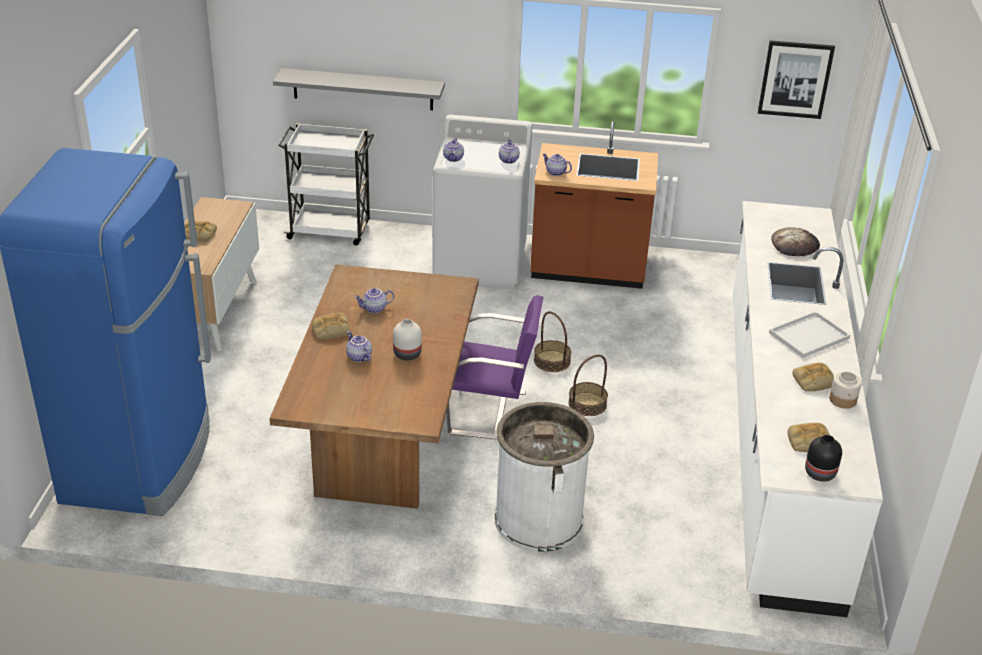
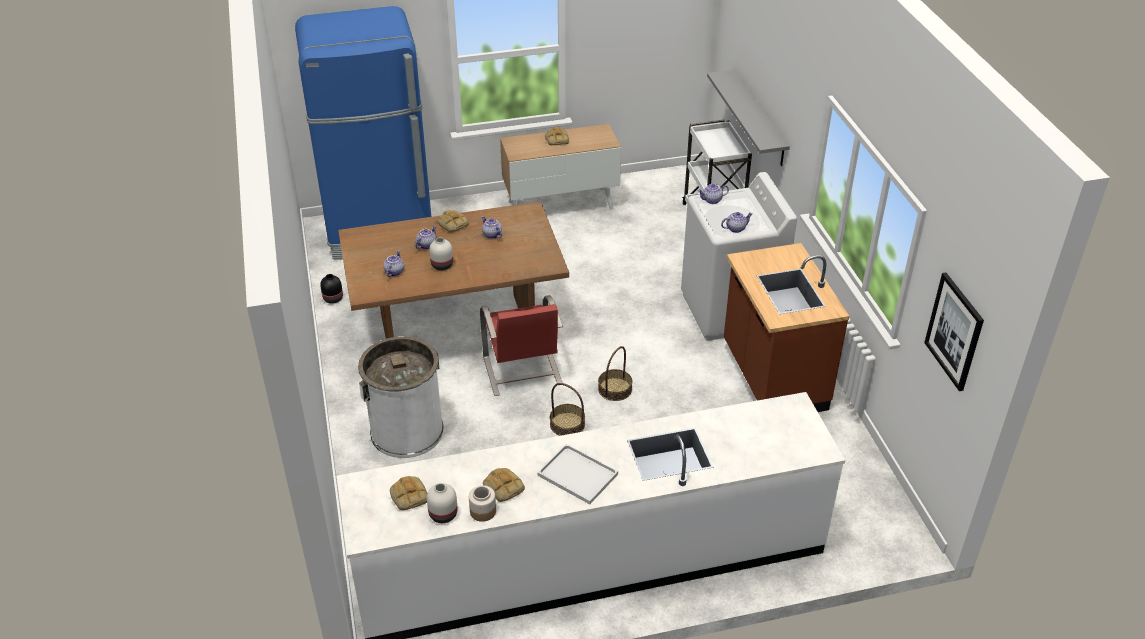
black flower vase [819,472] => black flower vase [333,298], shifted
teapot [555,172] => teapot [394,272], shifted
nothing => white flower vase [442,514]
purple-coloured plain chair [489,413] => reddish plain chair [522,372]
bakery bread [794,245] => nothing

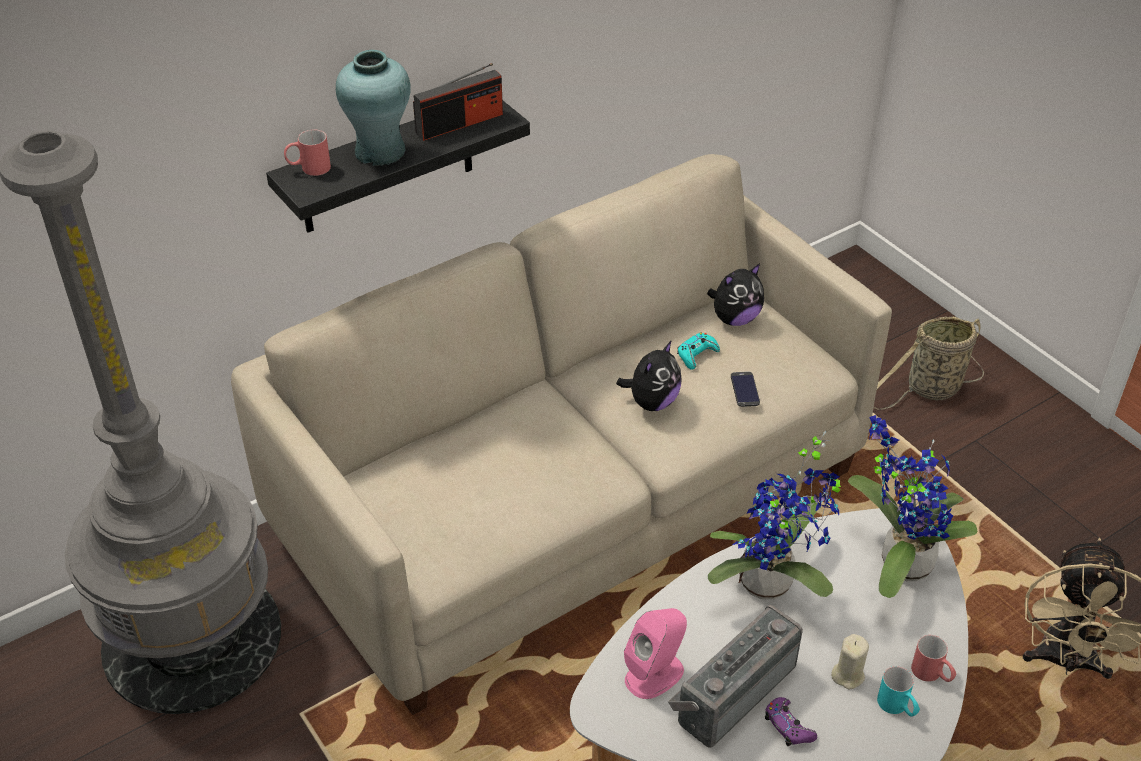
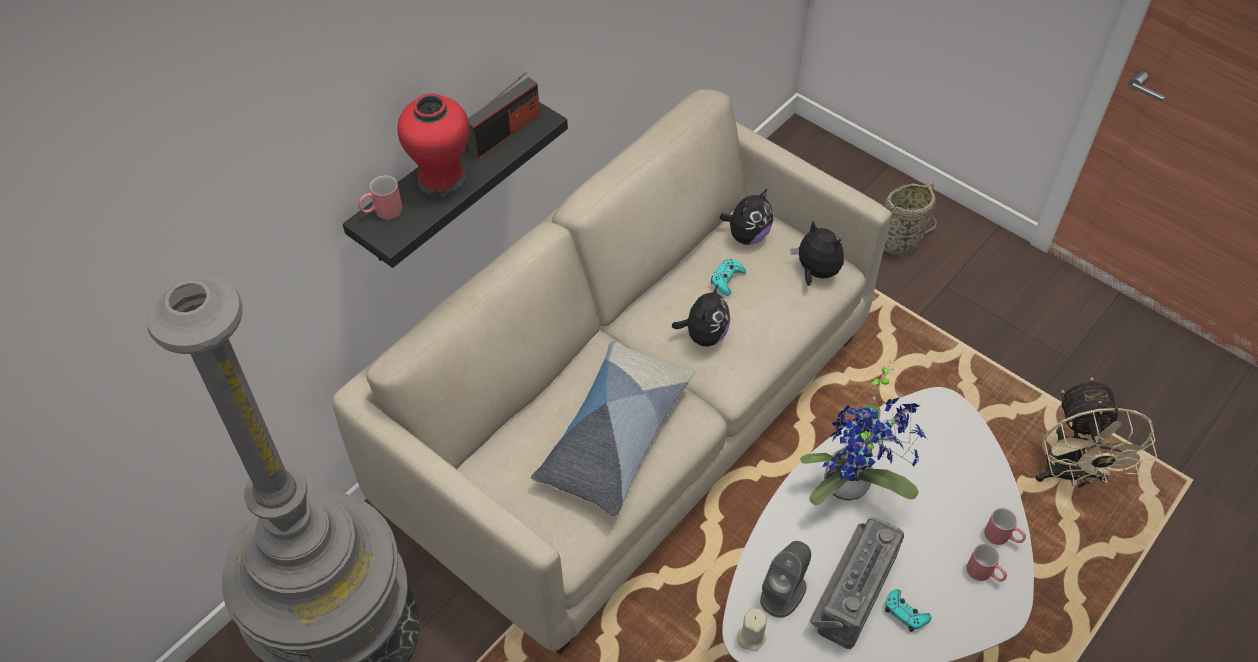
blue-green flower vase [380,152] => reddish flower vase [442,179]
nothing => cushion [614,436]
sand-coloured wax candle [848,675] => sand-coloured wax candle [751,637], shifted
pink audio speaker [655,674] => greyish audio speaker [783,592]
nothing => cuddly toy [815,272]
purple-coloured gamepad [788,726] => blue-green gamepad [905,613]
blue-green coffee mug [897,707] => reddish coffee mug [984,574]
handset [745,389] => nothing
plant in a pot [899,562] => nothing

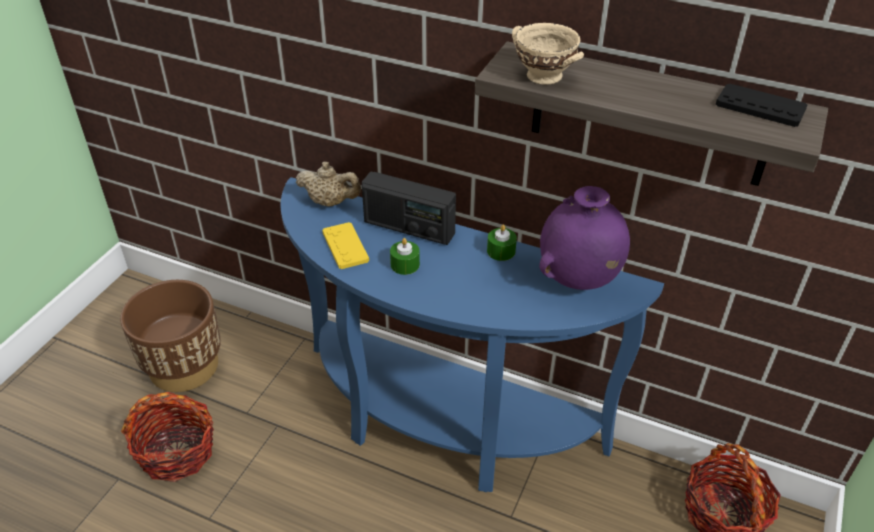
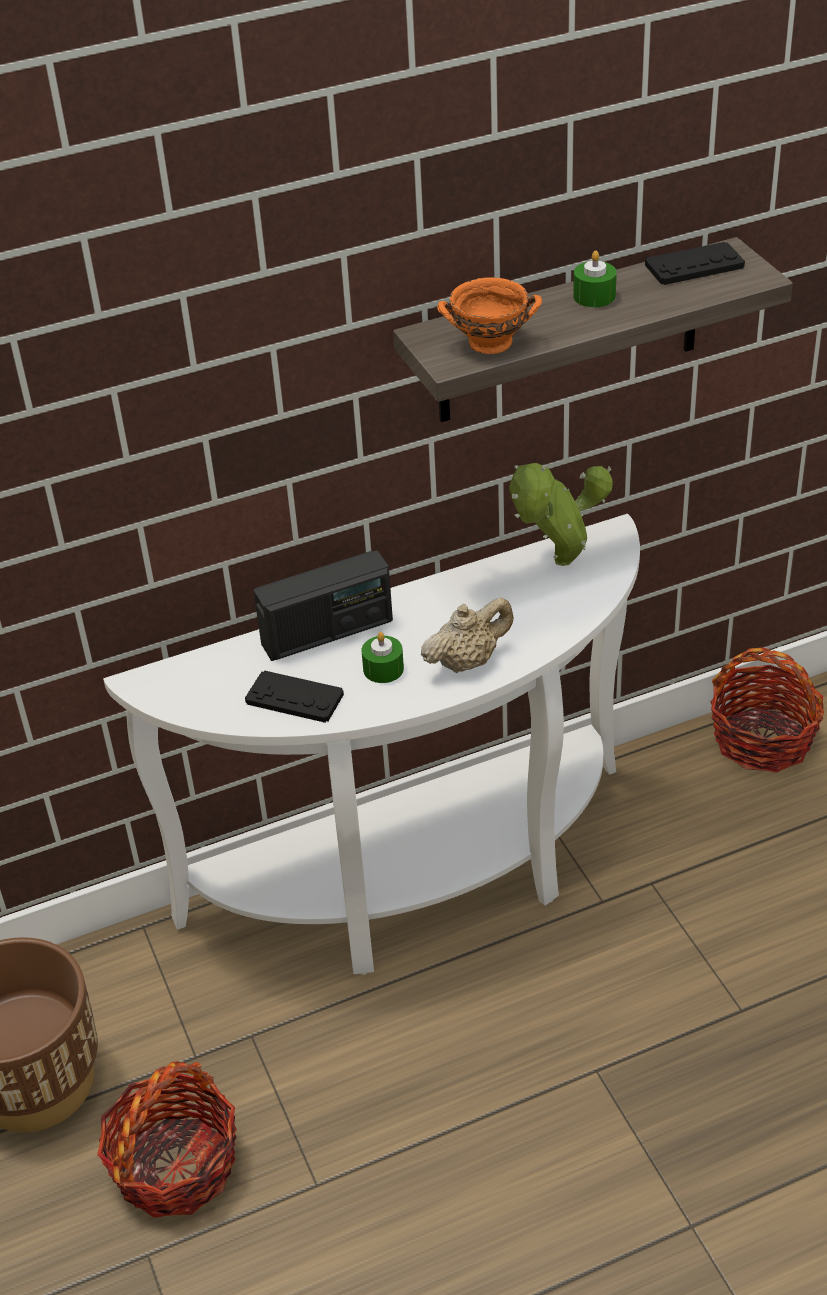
bluish hall table [439,425] => white hall table [424,883]
yellow gamepad [345,246] => black gamepad [294,698]
sand-coloured teapot [330,202] => sand-coloured teapot [467,661], shifted
sand-coloured serving bowl [544,76] => orangey serving bowl [492,343]
purple-coloured flower vase [578,280] => plant in a pot [558,564]
greenish wax candle [501,251] => greenish wax candle [594,296], shifted

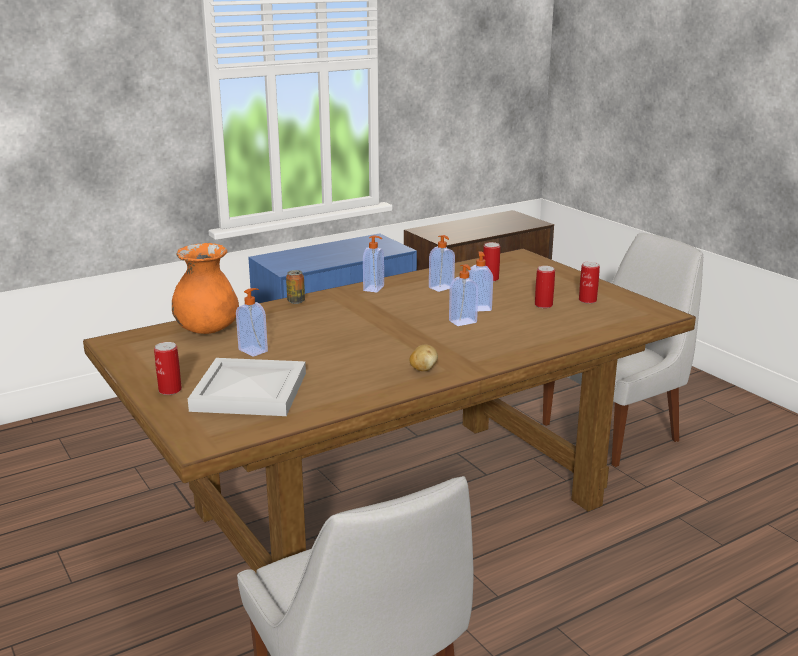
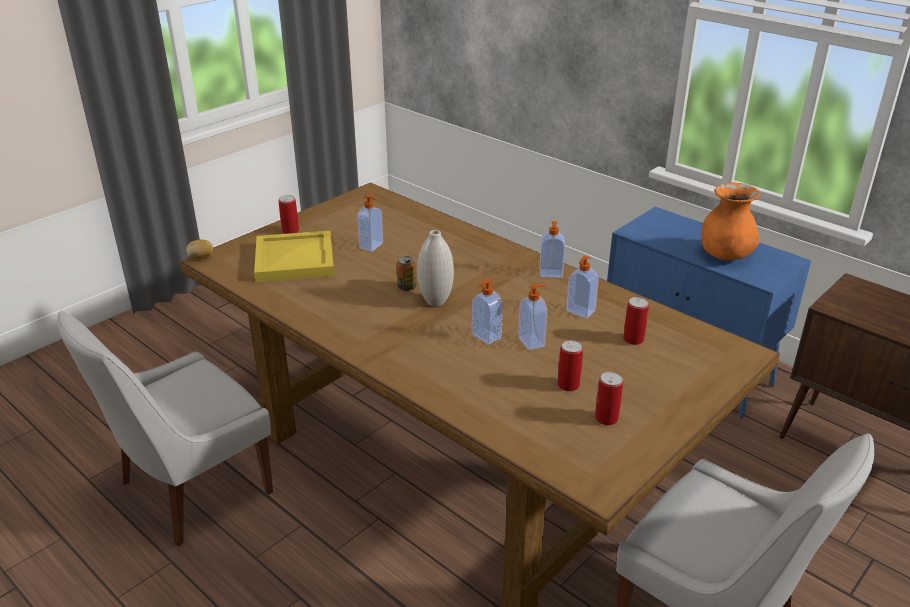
spud [423,369] => spud [201,258], shifted
white tray [251,391] => yellow tray [296,260]
sealed can [296,301] => sealed can [406,287], shifted
nothing => white flower vase [435,302]
orangey flower vase [207,330] => orangey flower vase [725,255], shifted

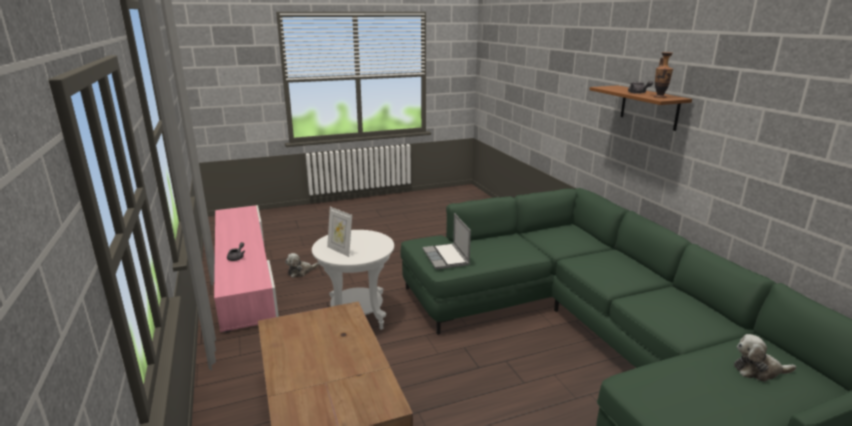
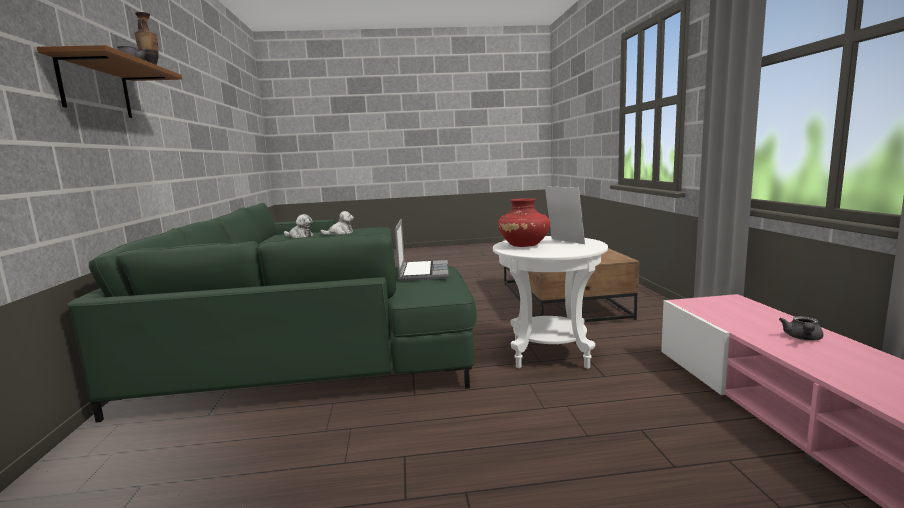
cuddly toy [301,272] => cuddly toy [340,233], shifted
nothing => reddish flower vase [524,246]

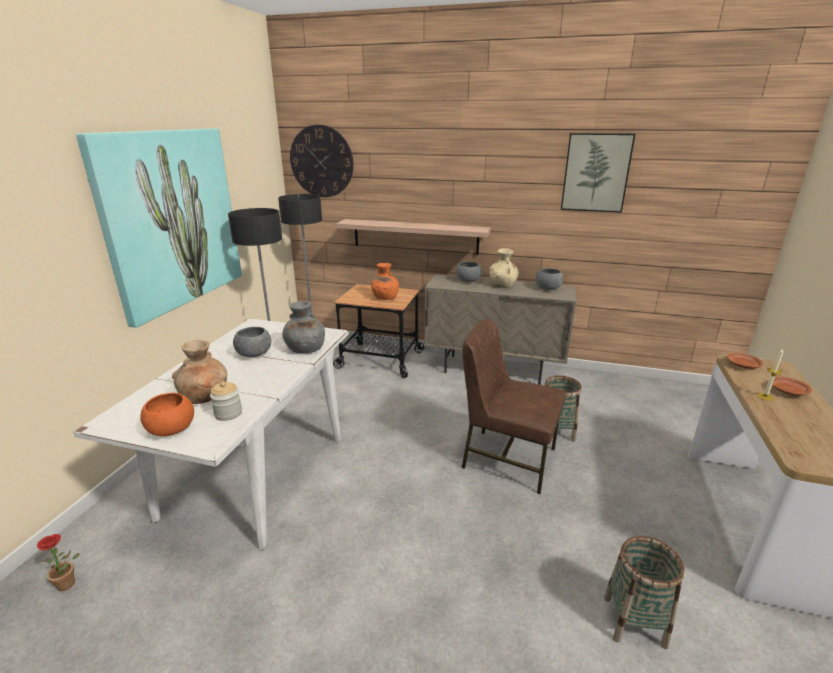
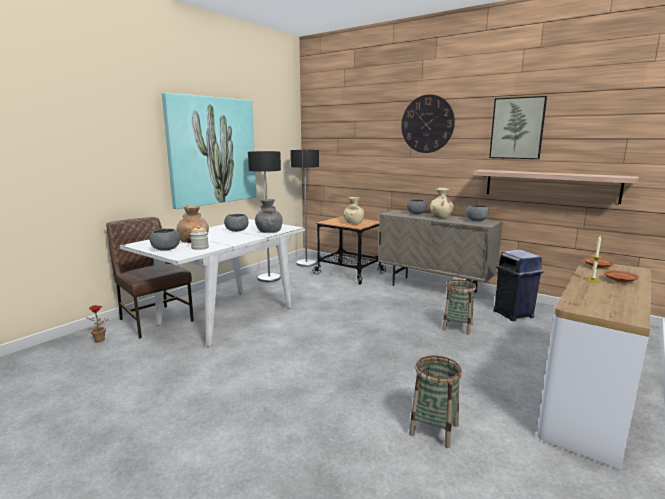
brownish plain chair [507,458] => brownish plain chair [155,320], shifted
orangey serving bowl [171,429] => greyish serving bowl [165,249]
orangey flower vase [385,297] => sand-coloured flower vase [353,223]
hanging clock [321,161] => hanging clock [427,124], shifted
bracket shelf [415,236] => bracket shelf [550,185], shifted
nothing => bluish rubbish bin [513,314]

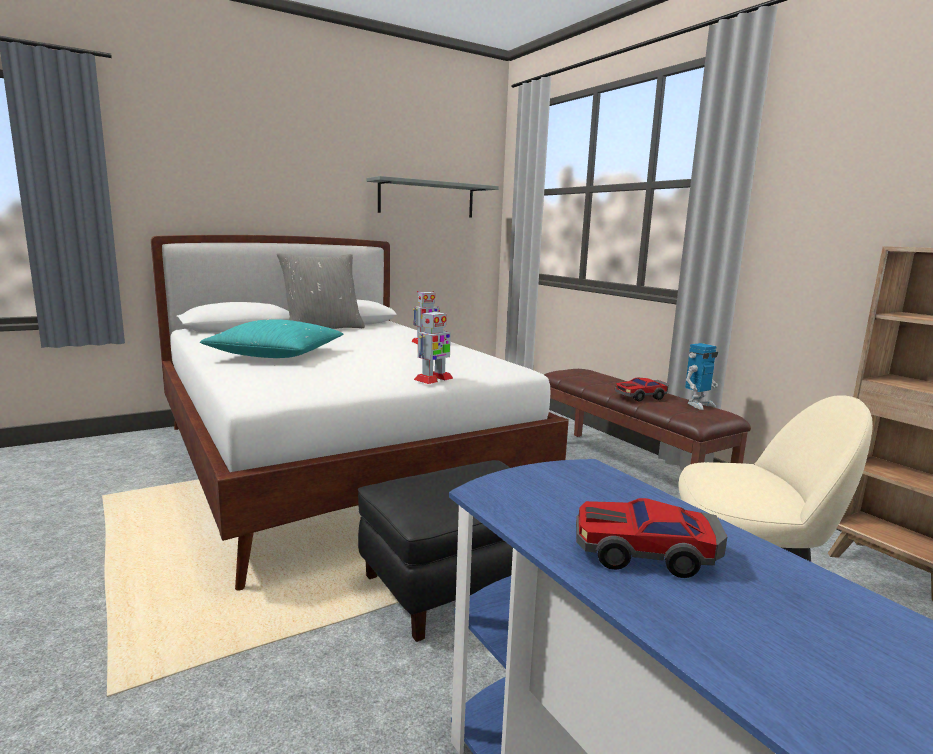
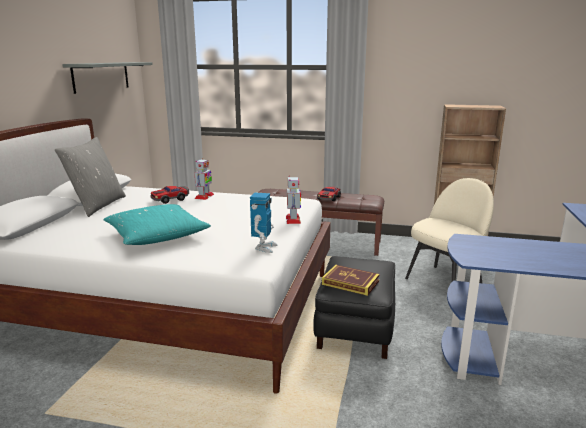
toy car [644,552] => toy car [170,199], shifted
toy robot [698,405] => toy robot [264,248], shifted
nothing => volume [350,283]

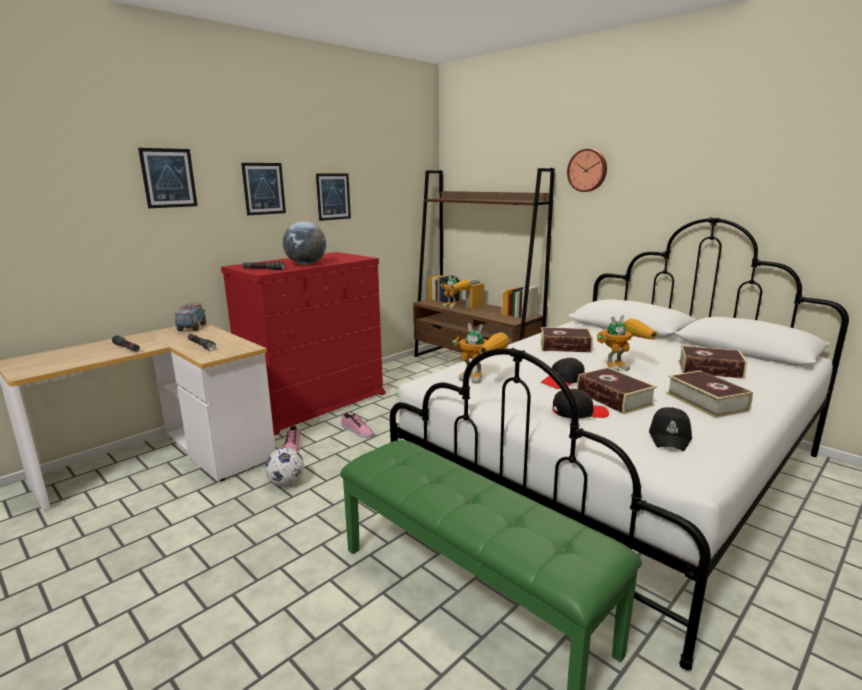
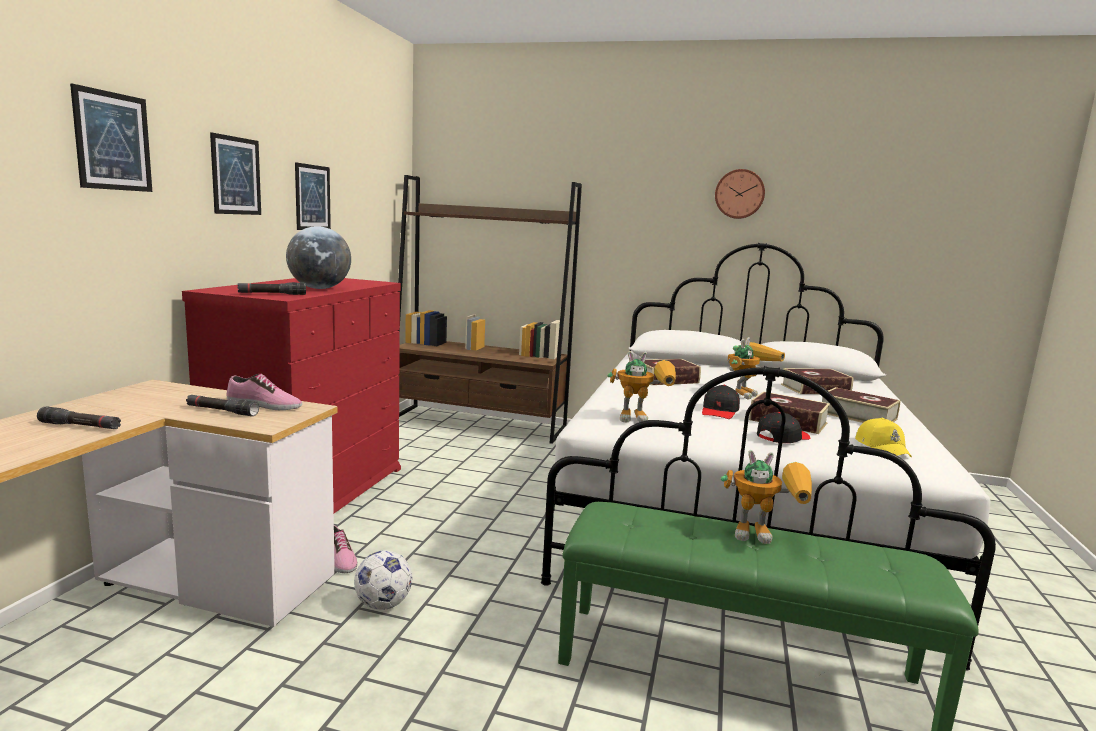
shoe [357,431] => shoe [264,405], shifted
hanging clock [587,170] => hanging clock [739,194], shifted
toy robot [455,307] => toy robot [766,535], shifted
black peaked cap [670,437] => yellow peaked cap [882,448]
toy lorry [192,328] => nothing

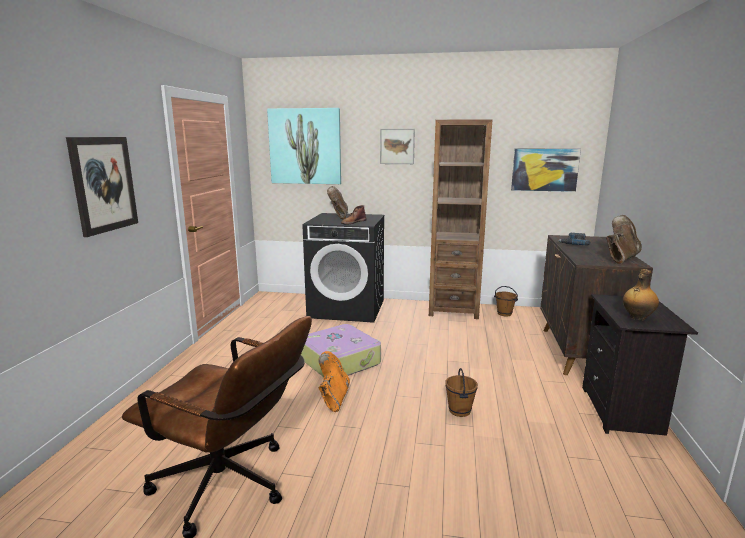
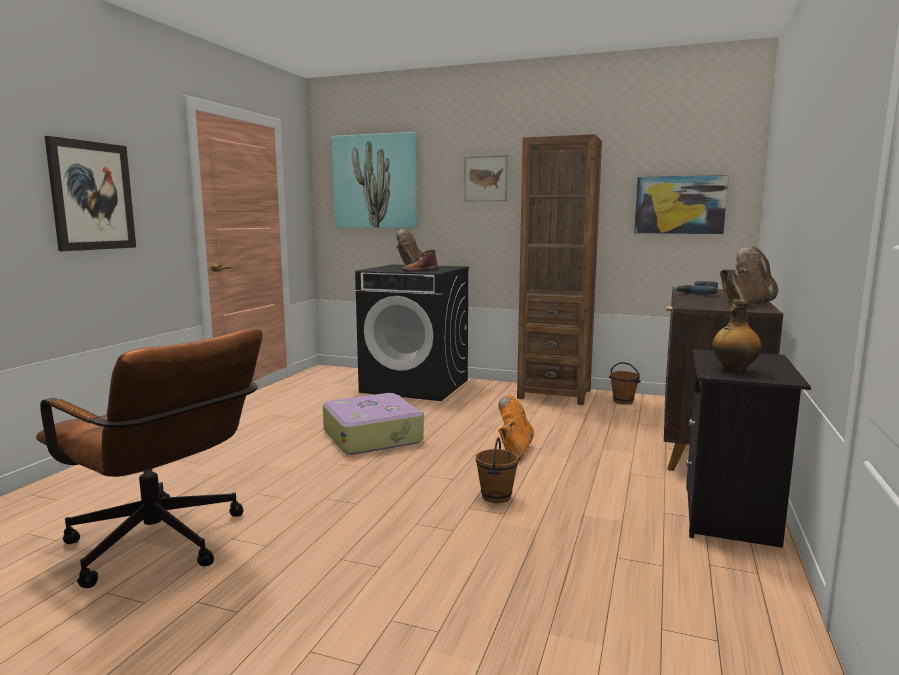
orangey boot [333,398] => orangey boot [514,450], shifted

